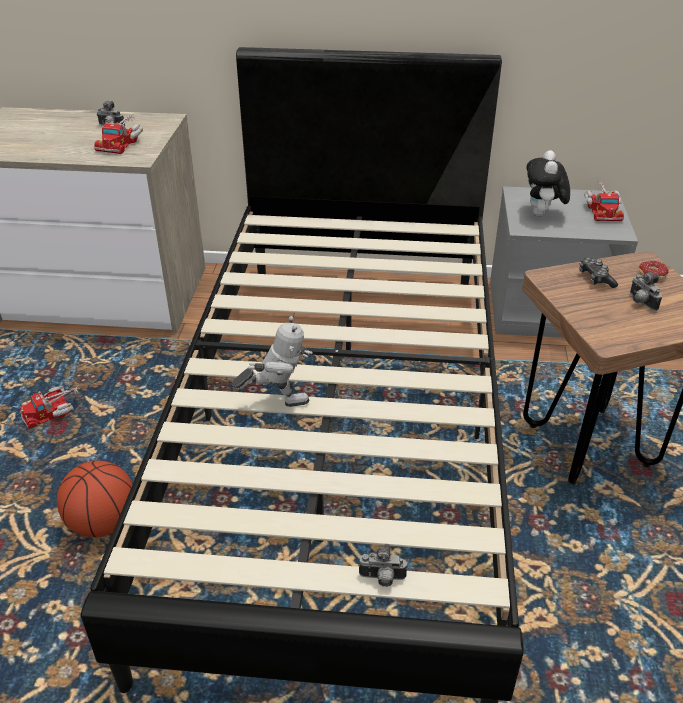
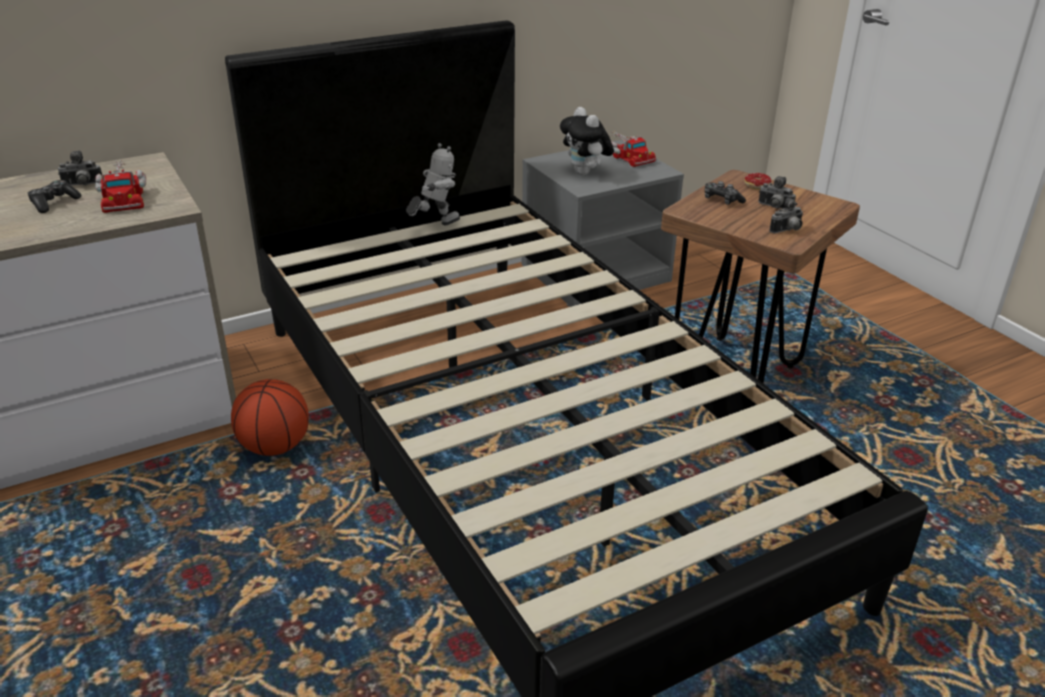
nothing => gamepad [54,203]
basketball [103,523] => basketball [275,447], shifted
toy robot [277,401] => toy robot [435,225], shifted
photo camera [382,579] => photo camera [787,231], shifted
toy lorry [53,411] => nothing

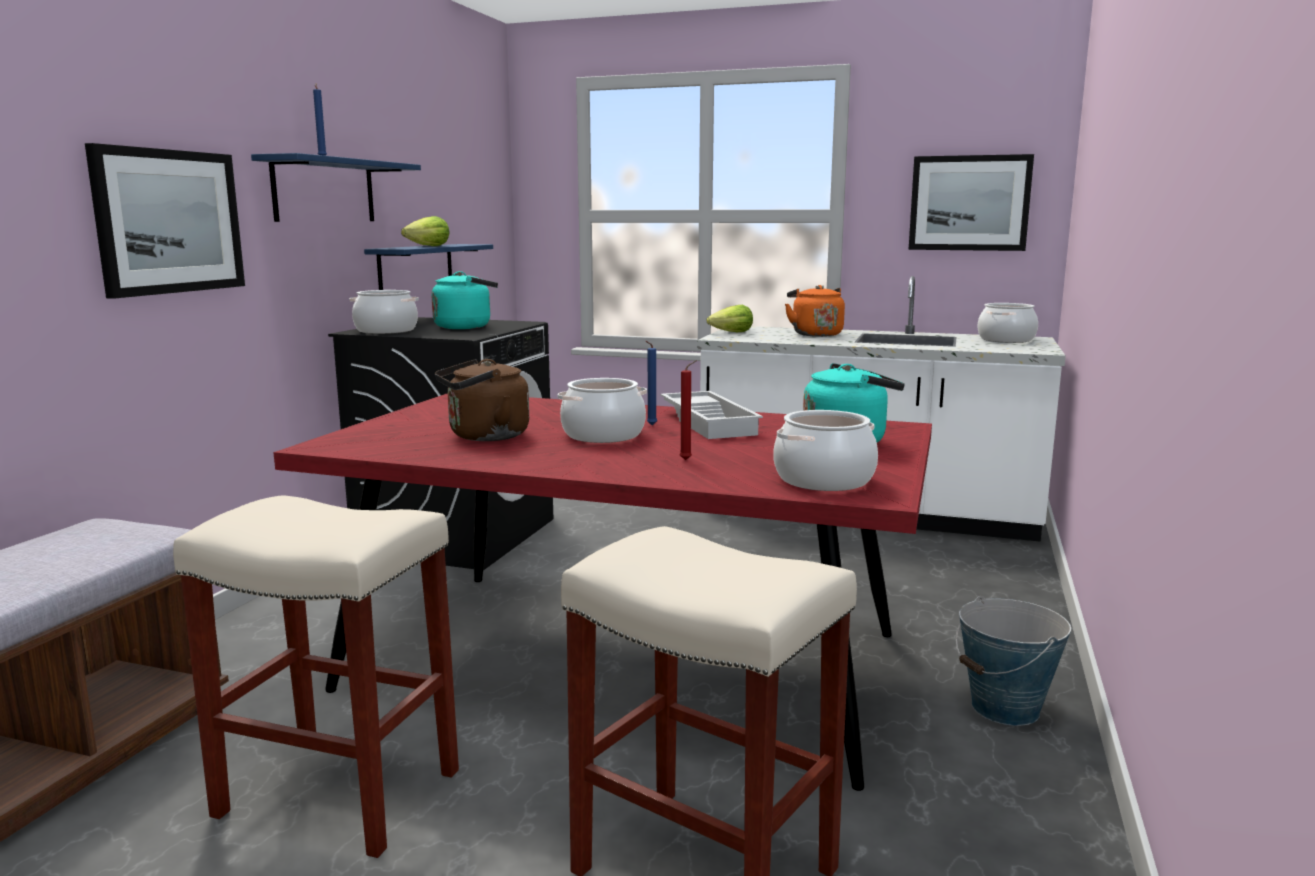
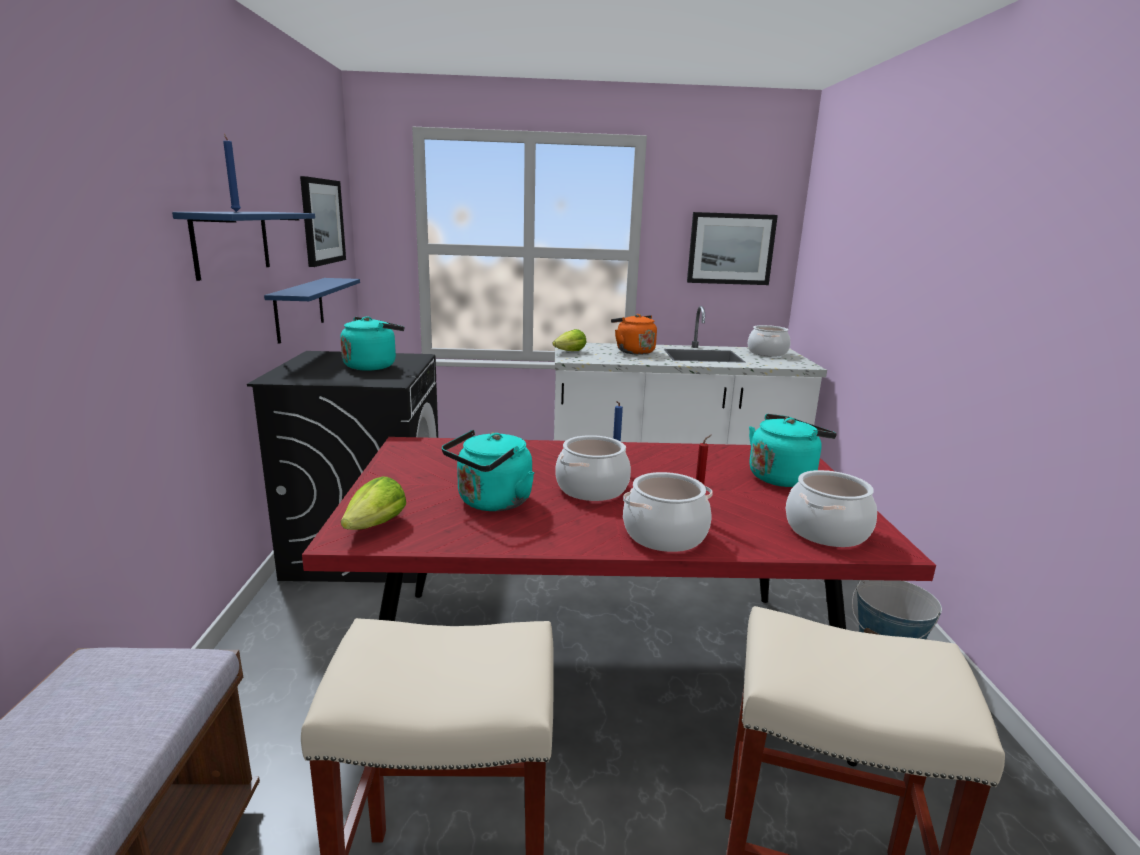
wall art [169,221] => wall art [322,221], shifted
lettuce head [428,246] => lettuce head [376,525], shifted
brownish tea kettle [484,436] => blue-green tea kettle [491,503]
cooking pot [385,331] => cooking pot [664,535], shifted
white tray [710,422] => nothing

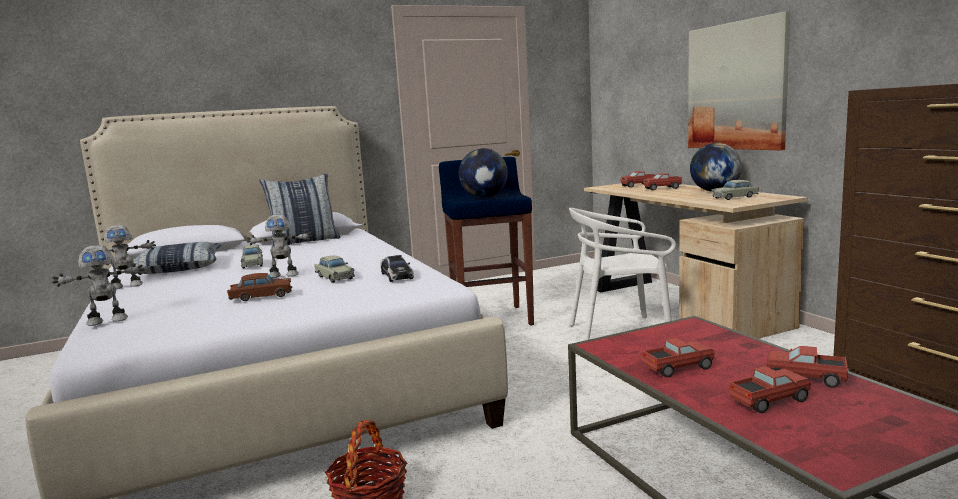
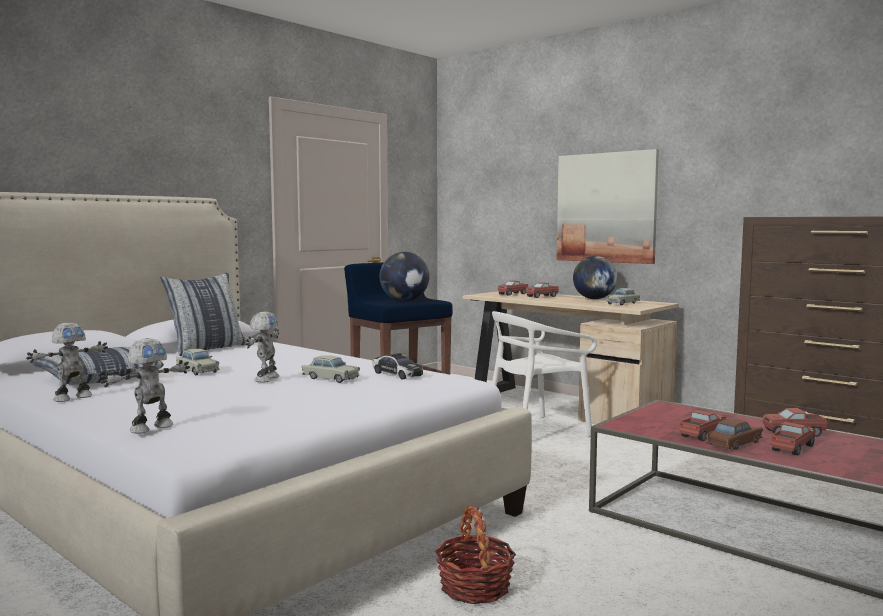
toy robot [284,275] => toy robot [265,379], 45 degrees counterclockwise
brownish toy car [261,296] => brownish toy car [733,443], shifted

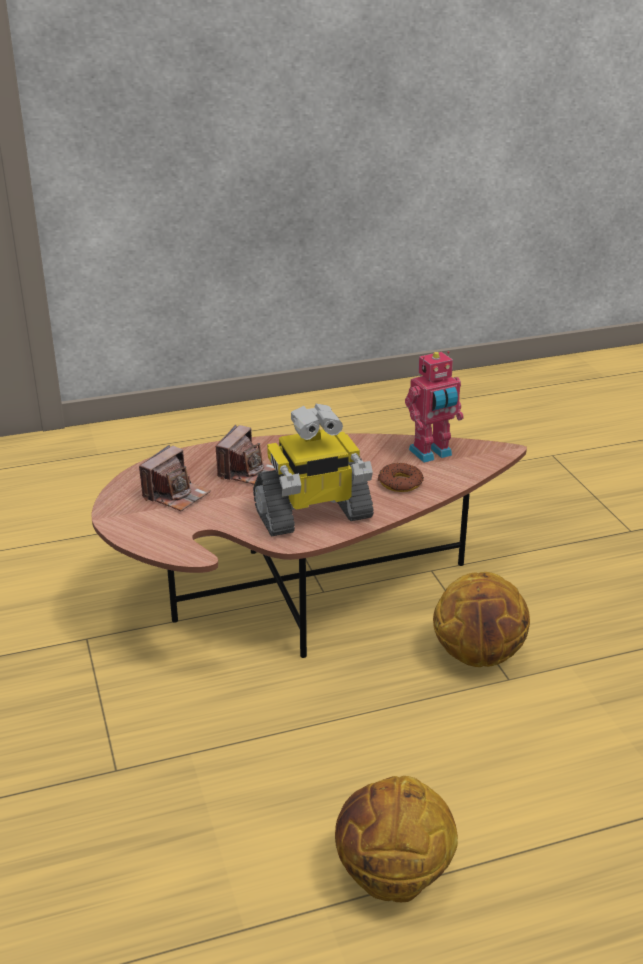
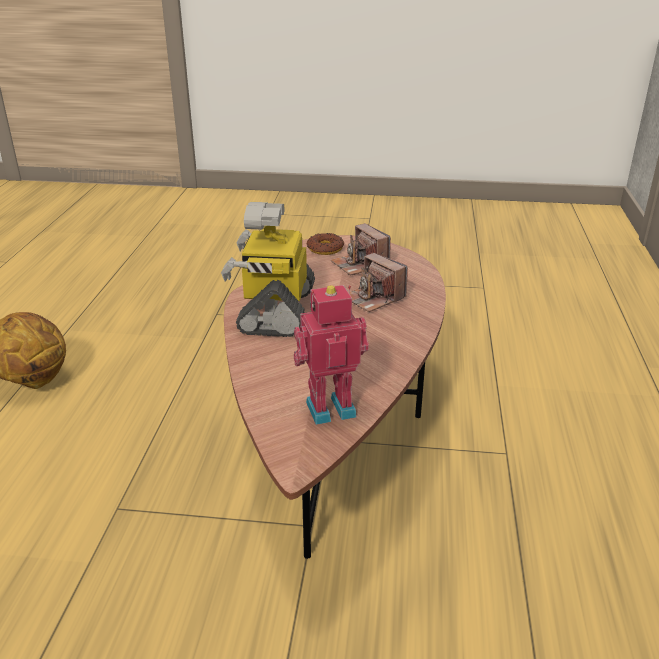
toy robot [432,454] => toy robot [329,407], 75 degrees clockwise
doughnut [400,483] => doughnut [325,248], shifted
basketball [478,655] => nothing

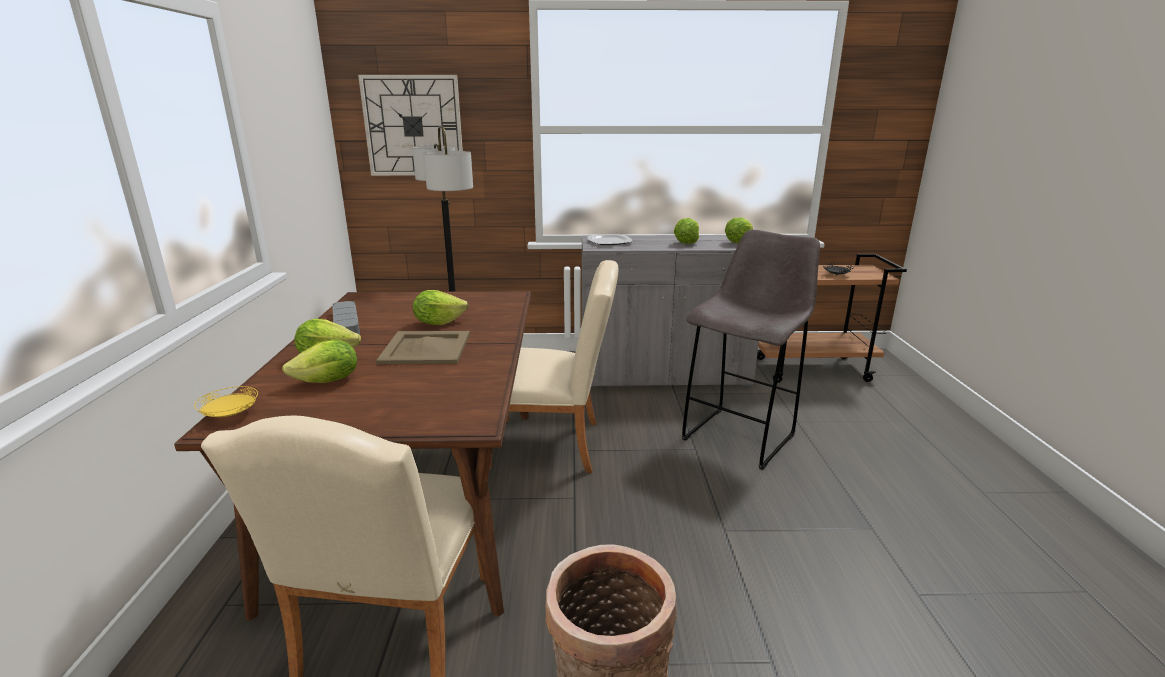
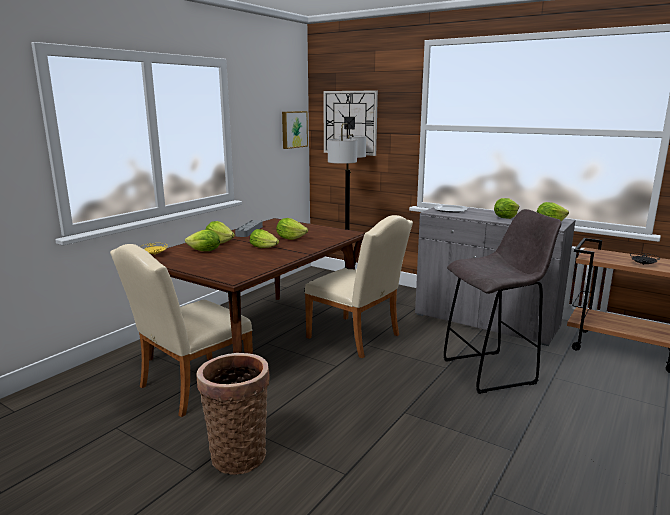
sand-coloured tray [425,348] => lettuce head [265,247]
nothing => wall art [293,129]

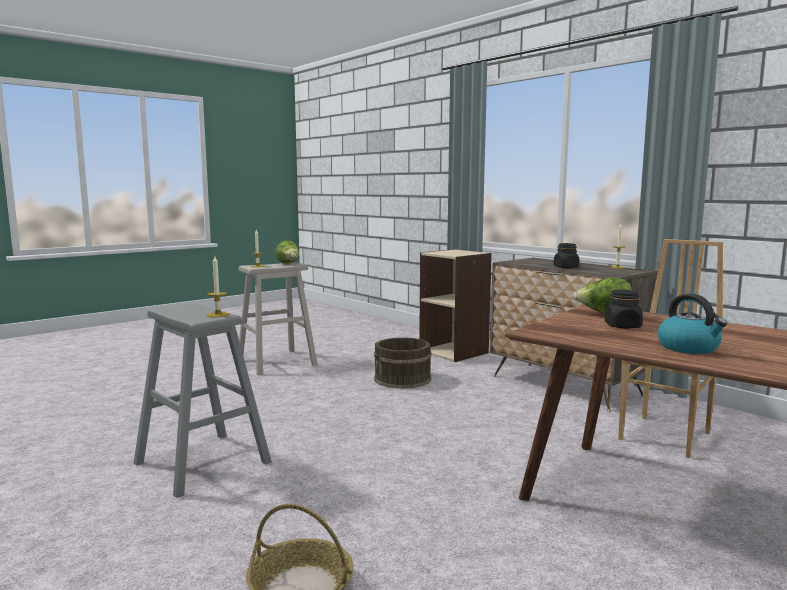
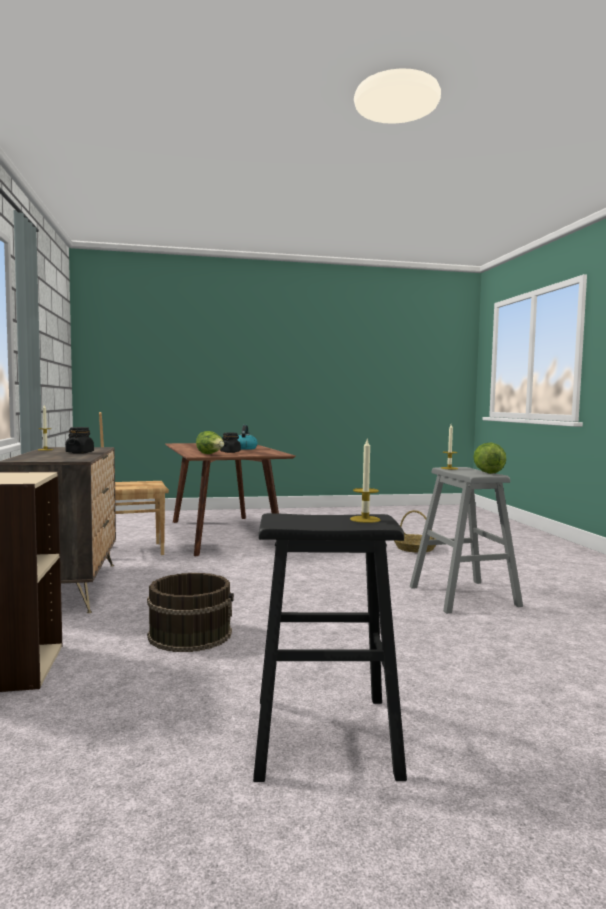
sand-coloured sitting stool [277,362] => black sitting stool [324,735]
lettuce head [288,264] => lettuce head [487,472], shifted

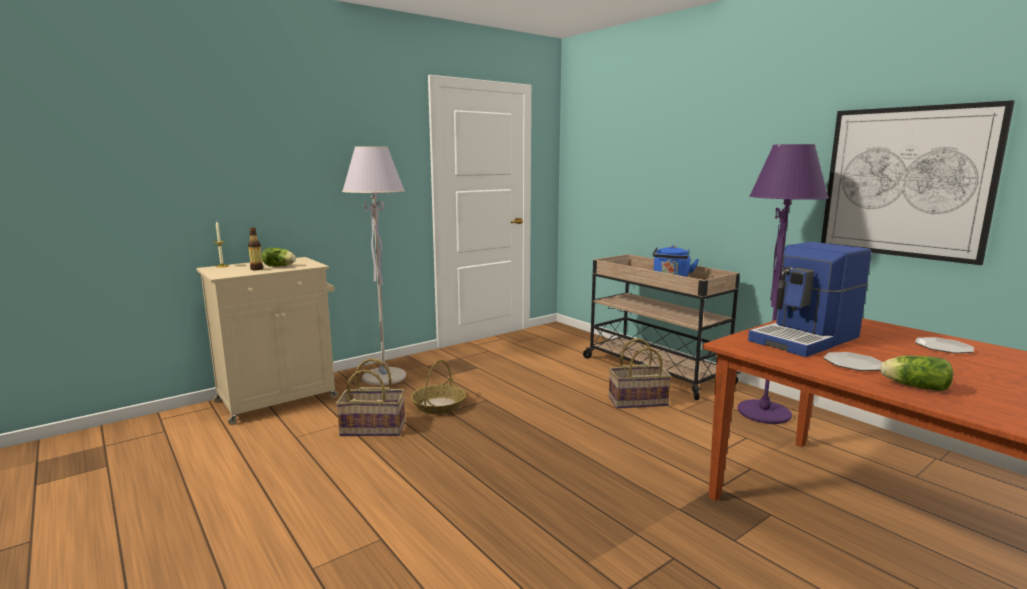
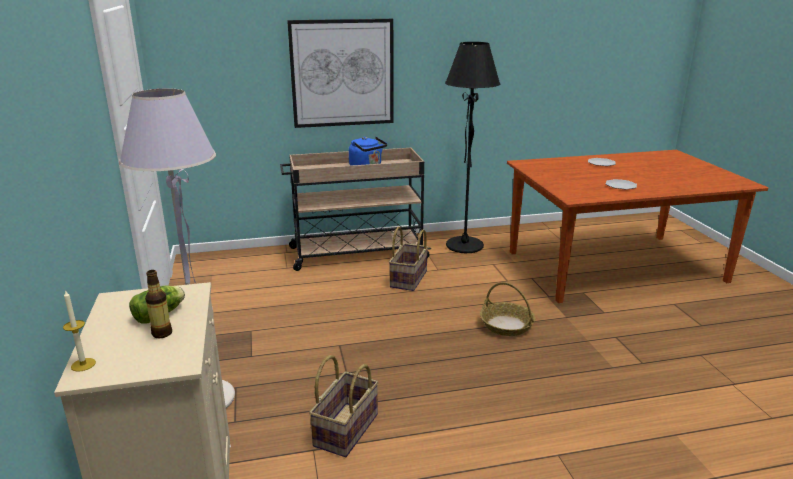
wall art [906,182] => wall art [342,73], shifted
purple-coloured standard lamp [764,413] => black standard lamp [465,246]
household basket [438,405] => household basket [507,325], shifted
coffee maker [806,339] => nothing
lettuce head [912,386] => nothing

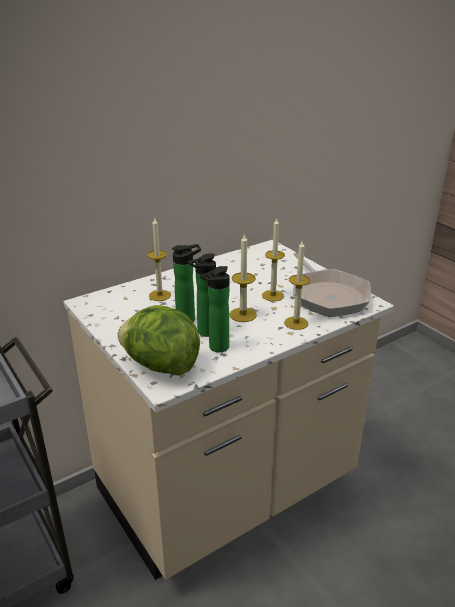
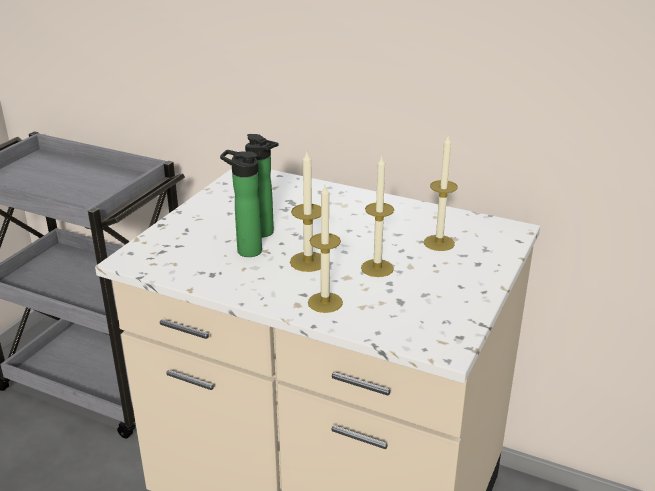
wax candle [159,295] => wax candle [439,243], shifted
lettuce head [160,366] => nothing
drink bottle [216,348] => nothing
skillet [327,295] => nothing

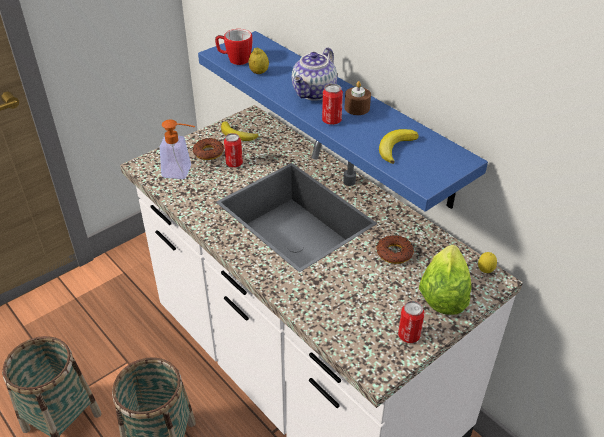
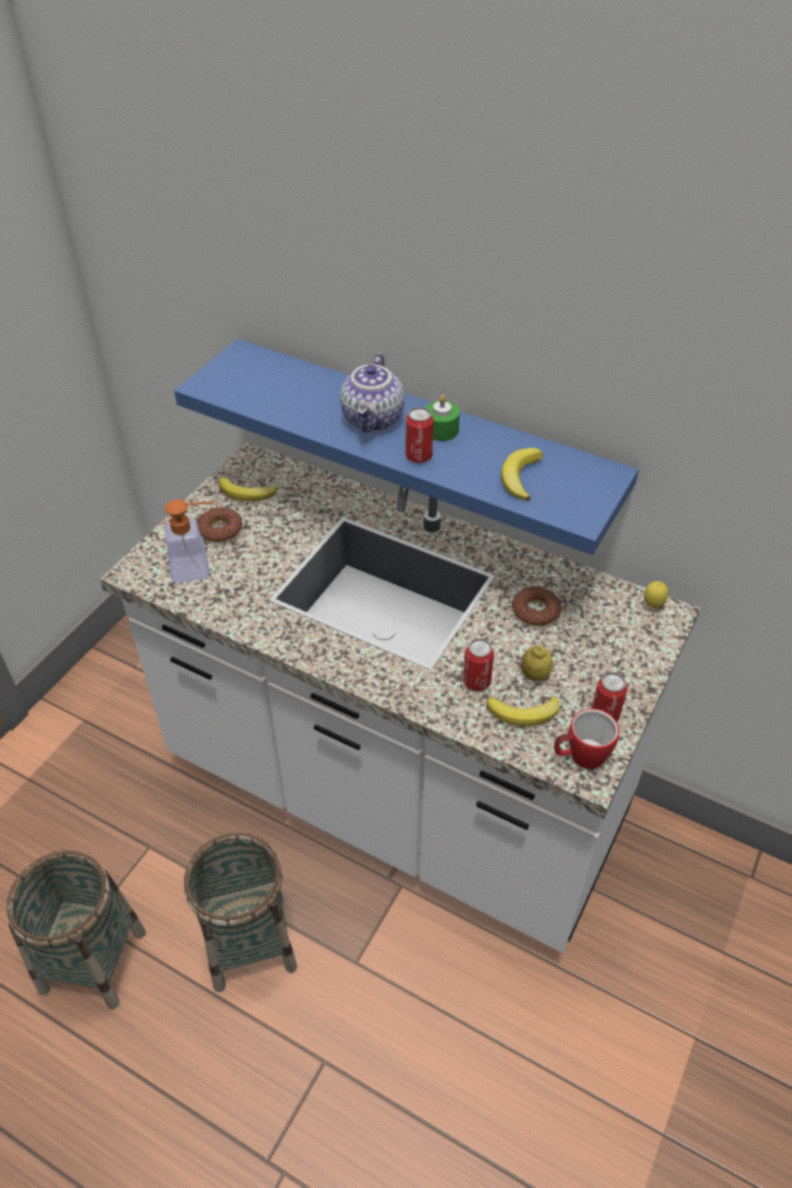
brownish wax candle [357,108] => greenish wax candle [441,430]
sealed can [234,164] => sealed can [476,681], shifted
nothing => banana fruit [524,713]
citrus fruit [259,72] => citrus fruit [535,674], shifted
coffee mug [235,60] => coffee mug [580,757], shifted
lettuce head [443,294] => nothing

